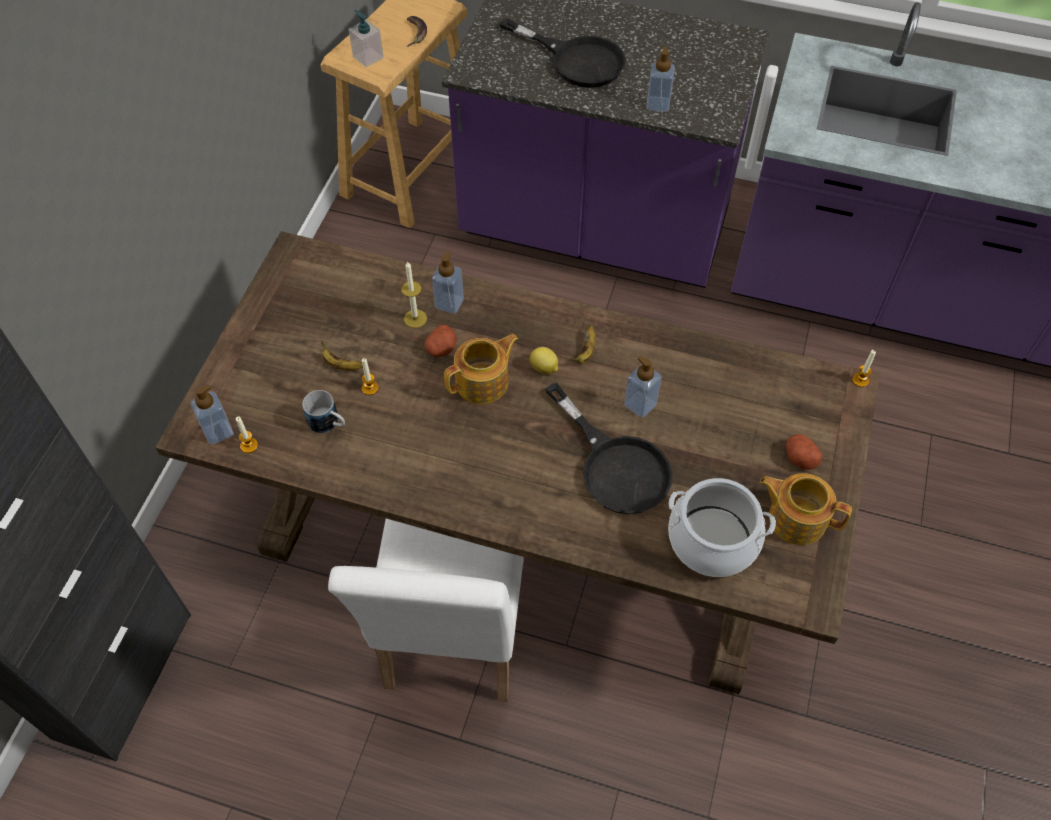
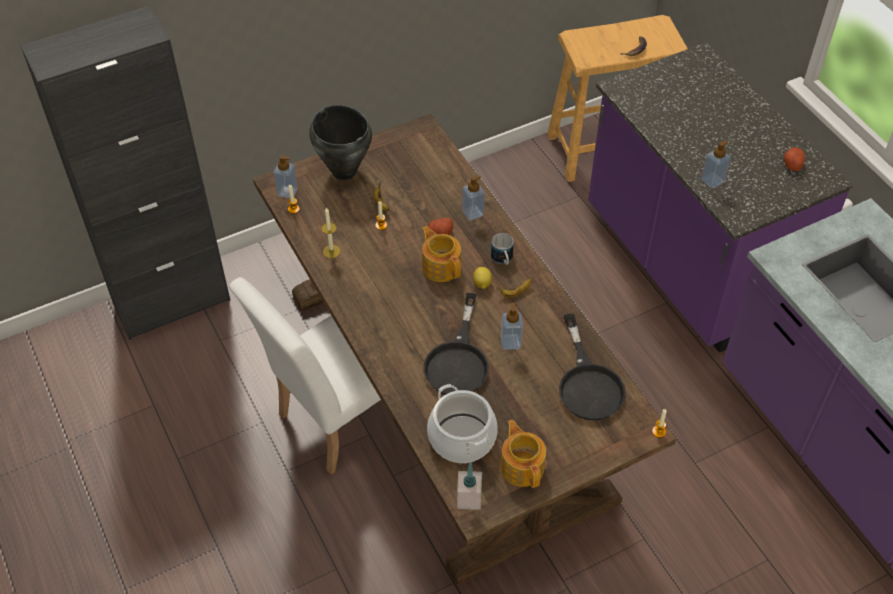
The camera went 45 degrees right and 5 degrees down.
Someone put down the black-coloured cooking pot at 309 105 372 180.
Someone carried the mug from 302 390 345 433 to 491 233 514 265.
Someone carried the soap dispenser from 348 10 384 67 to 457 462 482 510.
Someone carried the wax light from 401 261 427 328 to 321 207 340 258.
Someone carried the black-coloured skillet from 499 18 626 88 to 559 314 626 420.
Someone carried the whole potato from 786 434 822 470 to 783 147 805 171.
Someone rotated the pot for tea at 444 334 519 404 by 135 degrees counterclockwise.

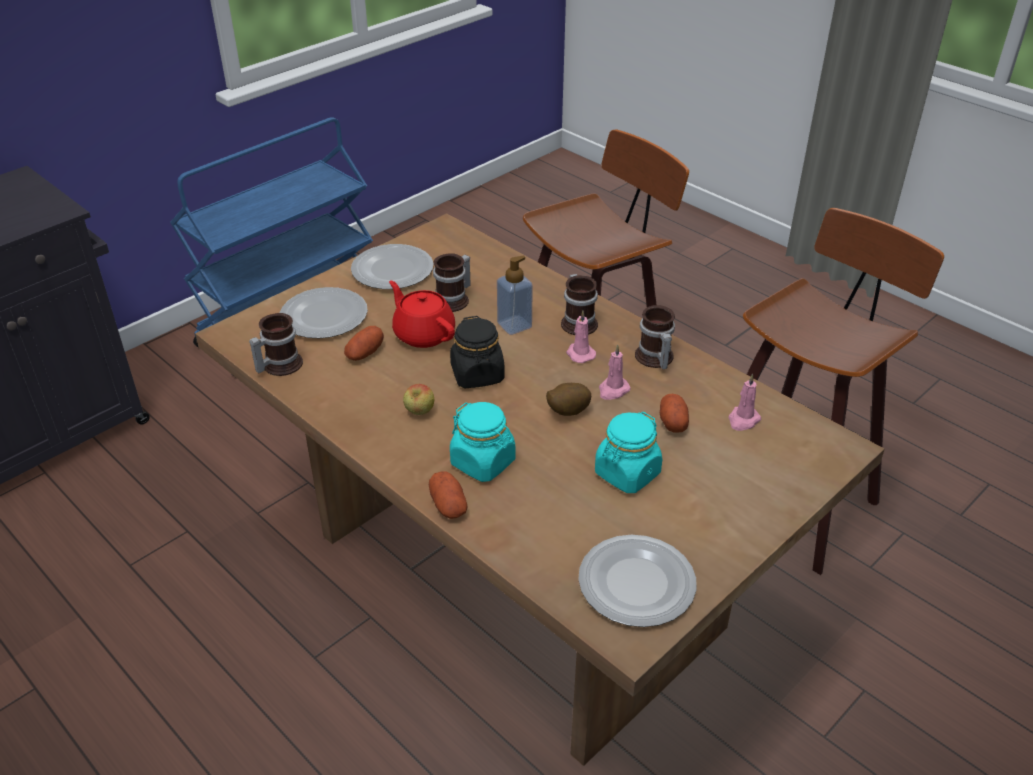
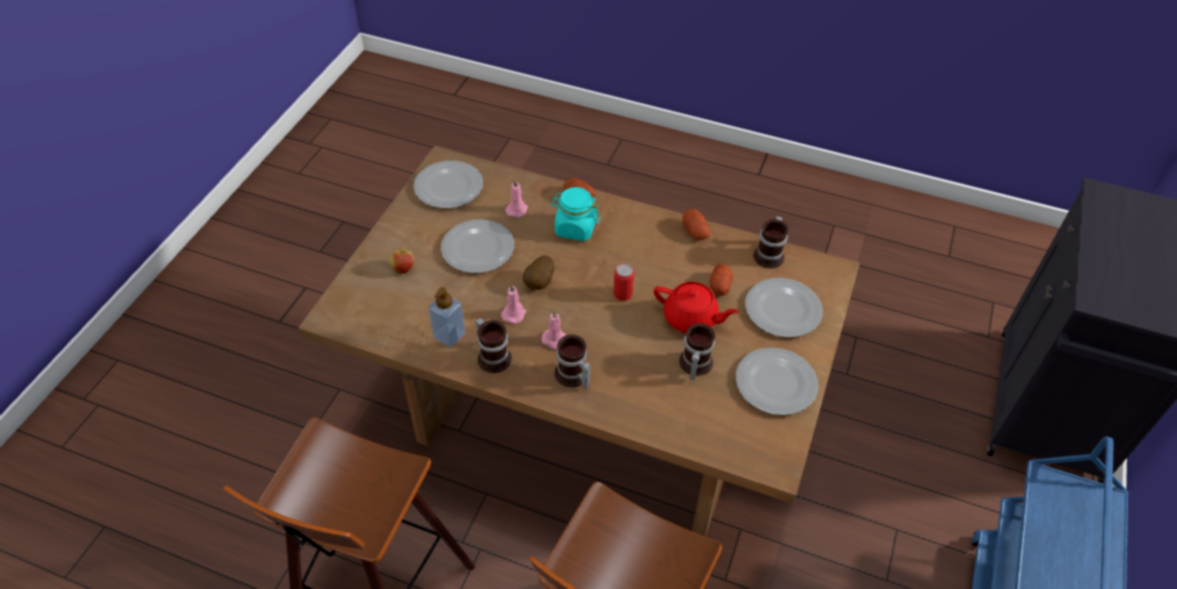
The camera went 155 degrees right and 10 degrees up.
Someone carried the whole apple from 403 384 435 415 to 390 246 414 274.
Someone carried the soap dispenser from 497 256 533 335 to 428 287 465 347.
Someone carried the whole potato from 660 394 689 433 to 683 209 710 240.
Someone carried the pinkish wax light from 728 374 761 431 to 505 179 528 218.
Someone swapped the black-coloured preserve jar at 450 316 505 388 for the metal can at 613 263 634 301.
Someone swapped the turquoise preserve jar at 595 412 662 493 for the dinner plate at 441 220 514 273.

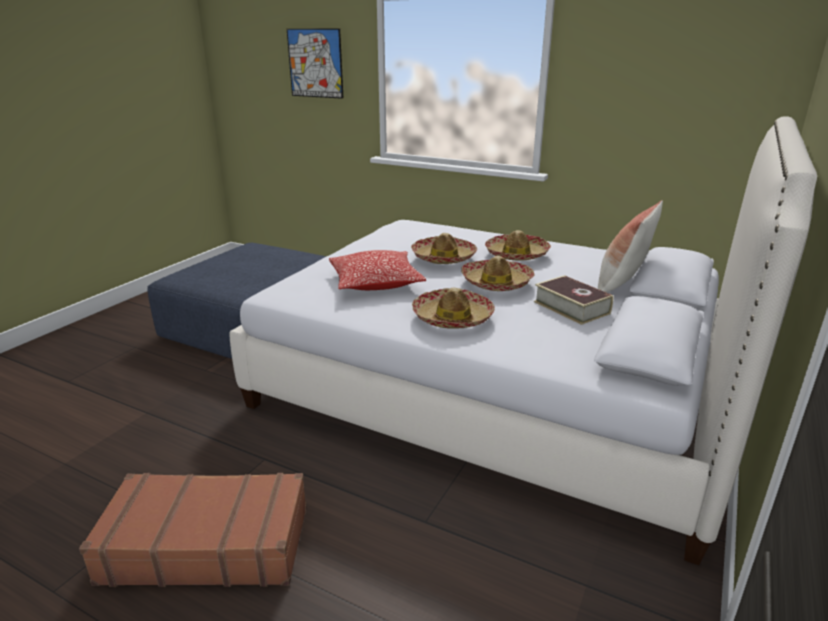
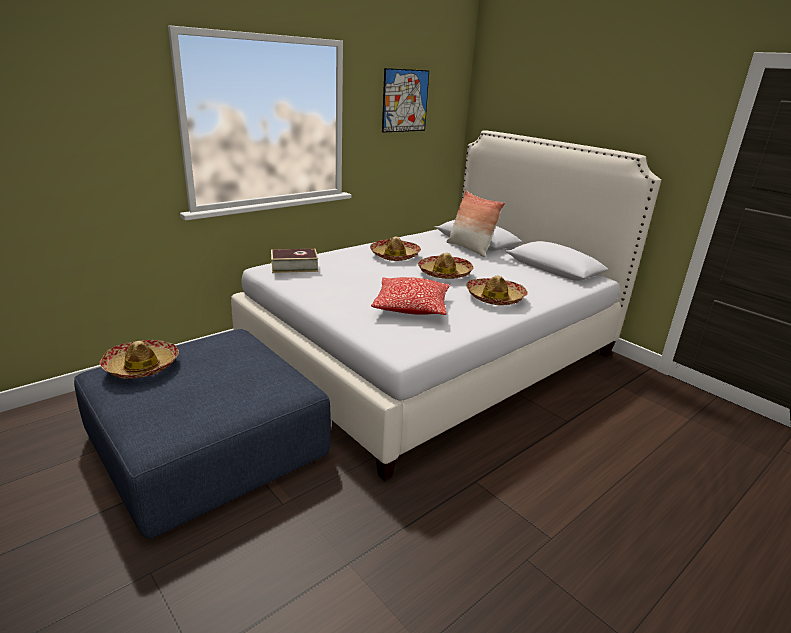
The camera went 70 degrees left and 0 degrees up.
Someone took away the brown-coloured piece of luggage at 79 473 307 587.
Someone carried the wall picture from 287 29 343 99 to 382 68 429 132.
Someone carried the clothing hat from 411 233 477 264 to 100 340 179 379.
Someone carried the bound book from 534 275 614 325 to 271 249 318 273.

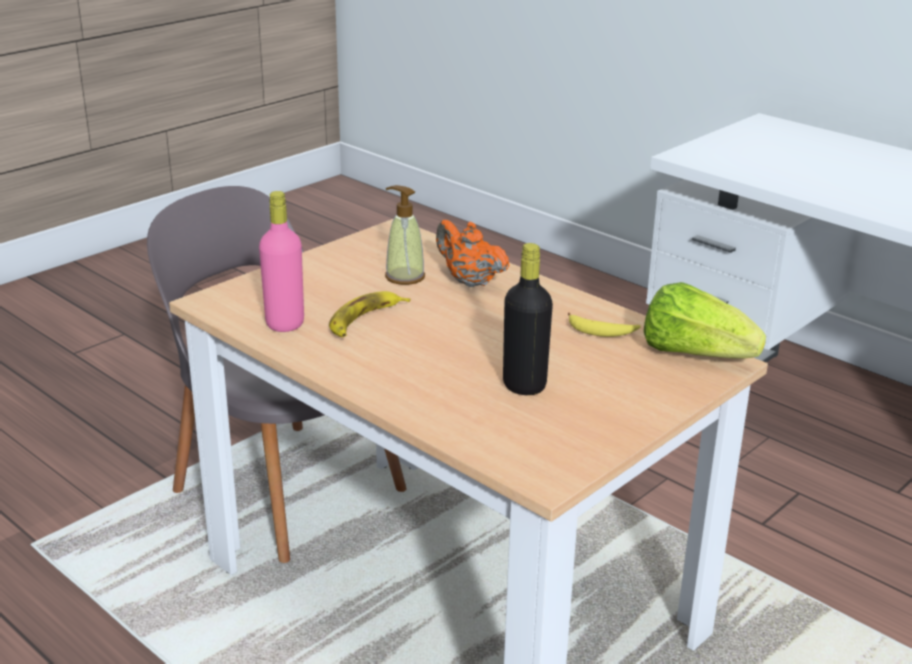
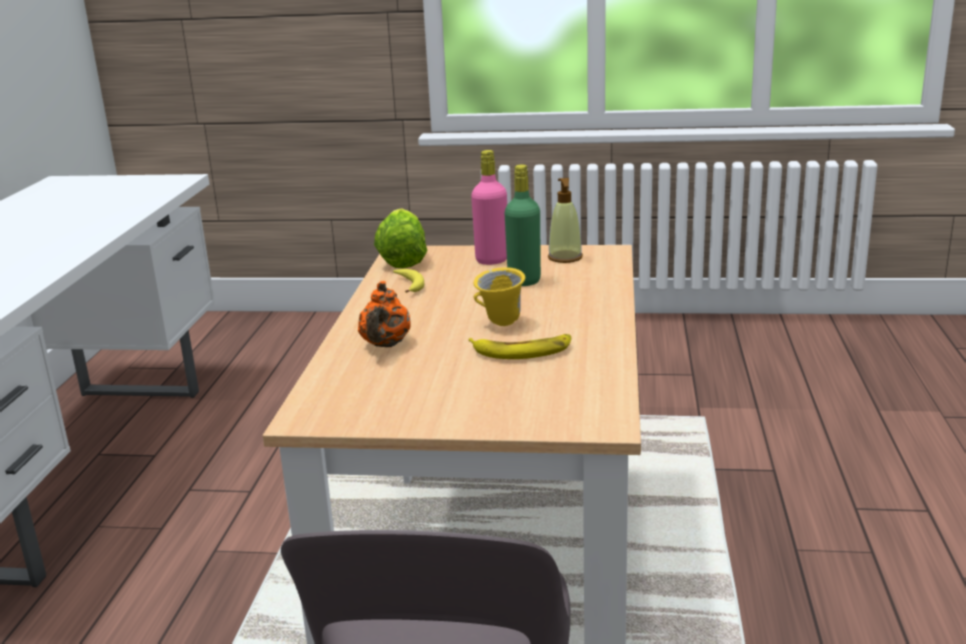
The camera went 125 degrees left and 5 degrees down.
Someone put down the yellow mug at 474 267 525 326.
Someone carried the pinkish beverage bottle from 259 191 304 332 to 471 150 507 265.
Someone carried the soap dispenser from 385 185 425 285 to 548 178 583 263.
Someone repainted the black-coloured beverage bottle at 503 243 553 395, which became the green-coloured beverage bottle at 505 164 541 286.

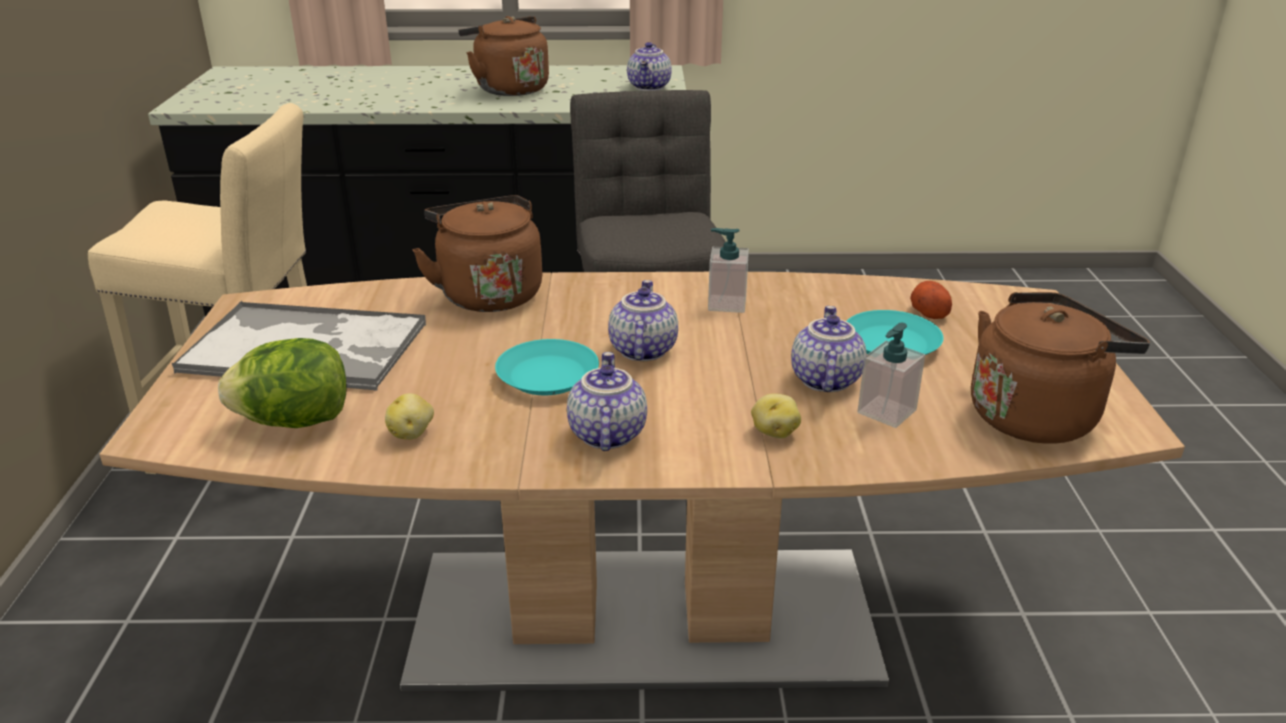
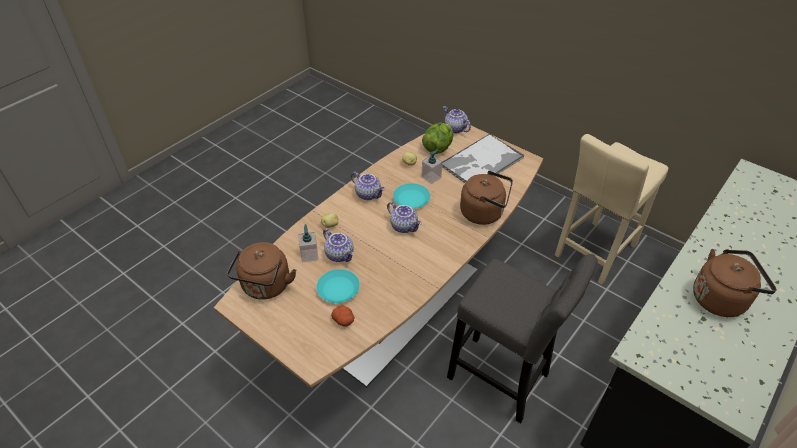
The camera went 130 degrees right and 15 degrees up.
Someone carried the pot for tea from 627 42 672 91 to 443 106 471 133.
Someone carried the soap dispenser from 708 228 749 313 to 422 149 443 184.

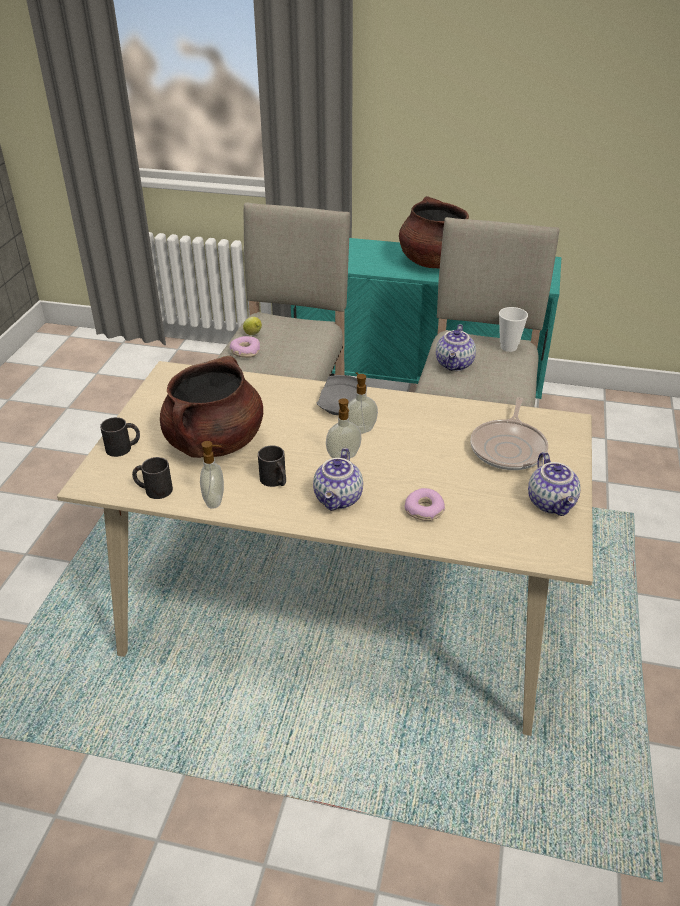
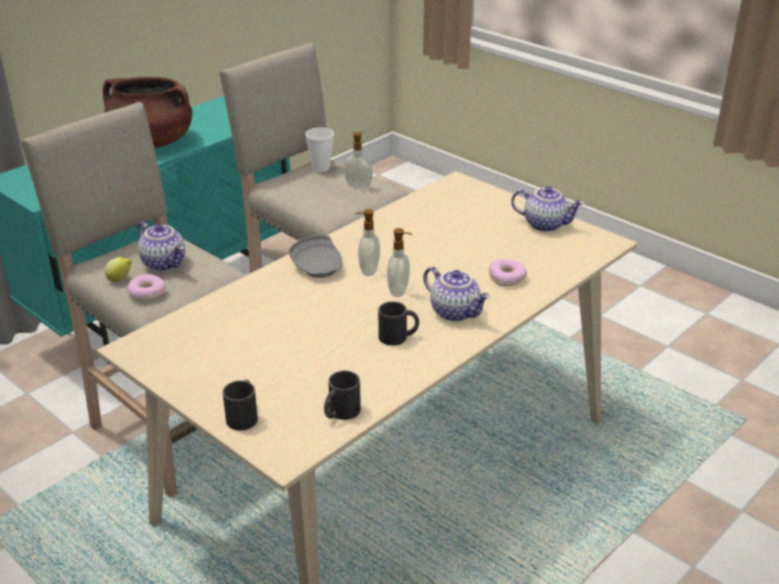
The camera went 60 degrees left and 5 degrees down.
Someone took away the brown-coloured cooking pot at 160 356 263 458.
Someone took away the skillet at 470 397 548 470.
Someone carried the soap dispenser from 200 441 224 509 to 344 132 373 190.
Someone carried the pot for tea from 436 324 476 371 to 138 222 185 271.

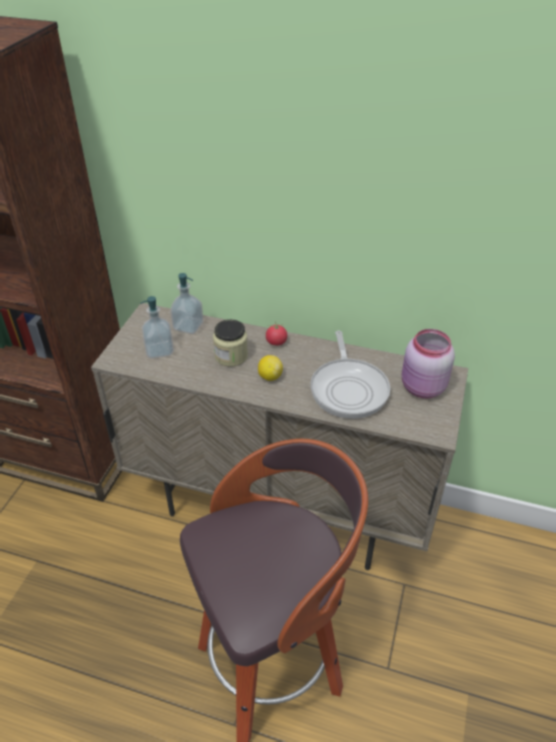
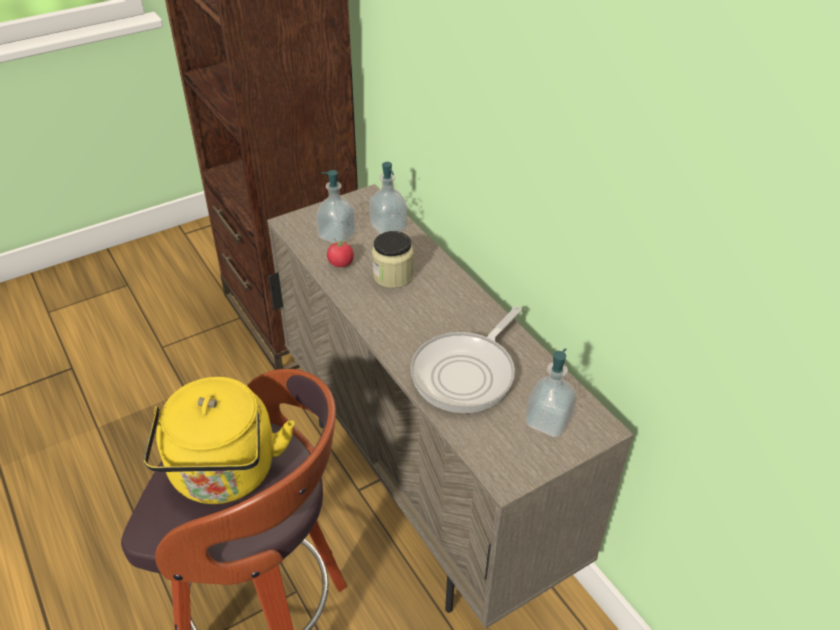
The camera went 40 degrees right and 0 degrees up.
Someone took away the lemon at 258 355 283 381.
Someone put down the yellow tea kettle at 143 377 294 504.
Someone carried the fresh tomato from 266 321 287 346 to 327 238 354 267.
Someone swapped the pinkish preserve jar at 402 329 455 398 for the soap dispenser at 525 348 577 438.

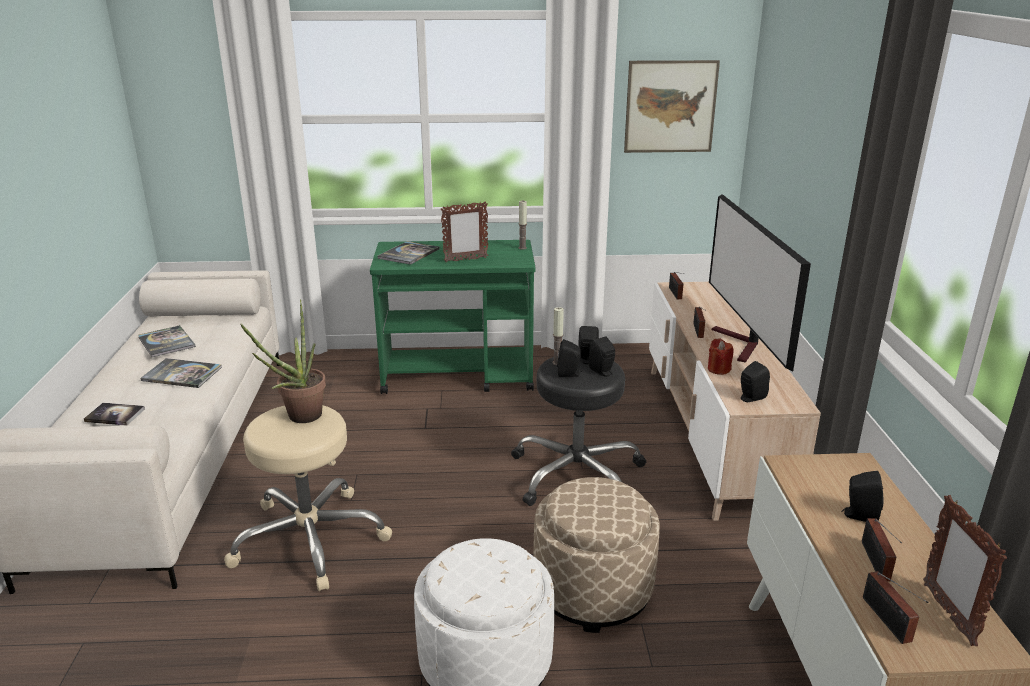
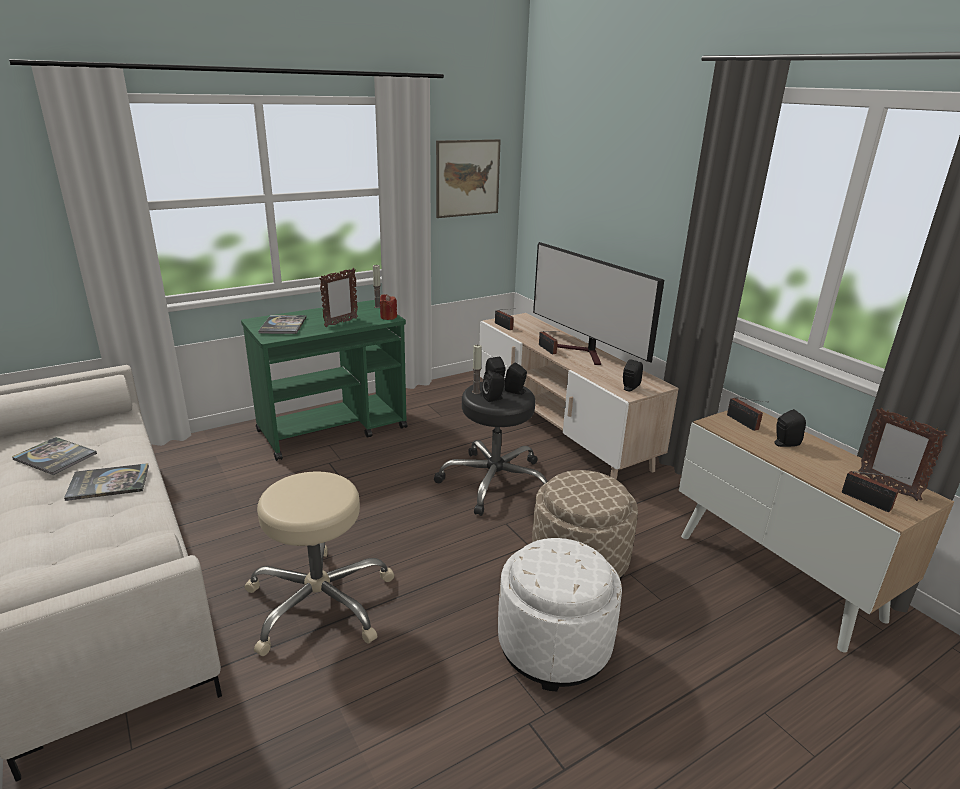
The camera went 30 degrees left and 0 degrees up.
Someone took away the bound book at 84 403 145 426.
Someone took away the potted plant at 241 299 326 423.
Someone carried the reddish wax light from 708 338 734 375 to 380 294 397 320.
Someone carried the radio from 862 518 902 581 to 727 398 768 431.

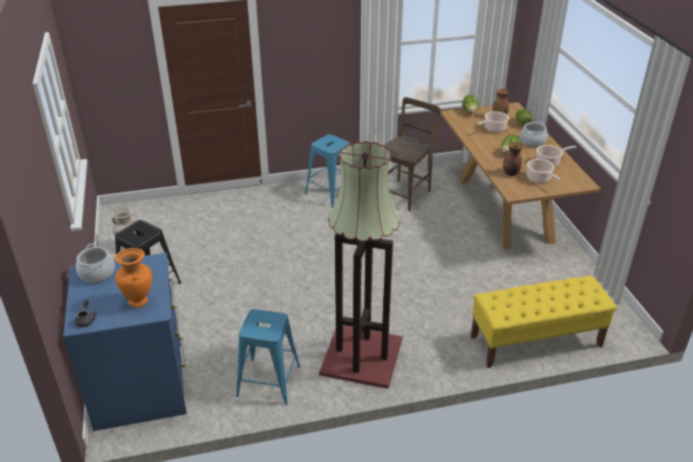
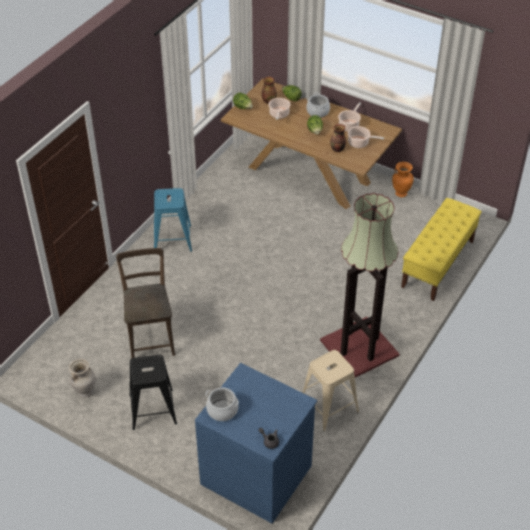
The camera went 45 degrees left and 10 degrees up.
Someone carried the orangey decorative vase from 115 248 152 308 to 392 162 414 197.
Someone carried the brown-coloured plain chair from 384 97 441 211 to 116 248 175 359.
Someone repainted the blue stool at 236 309 300 405, which became the beige stool at 302 350 359 431.

